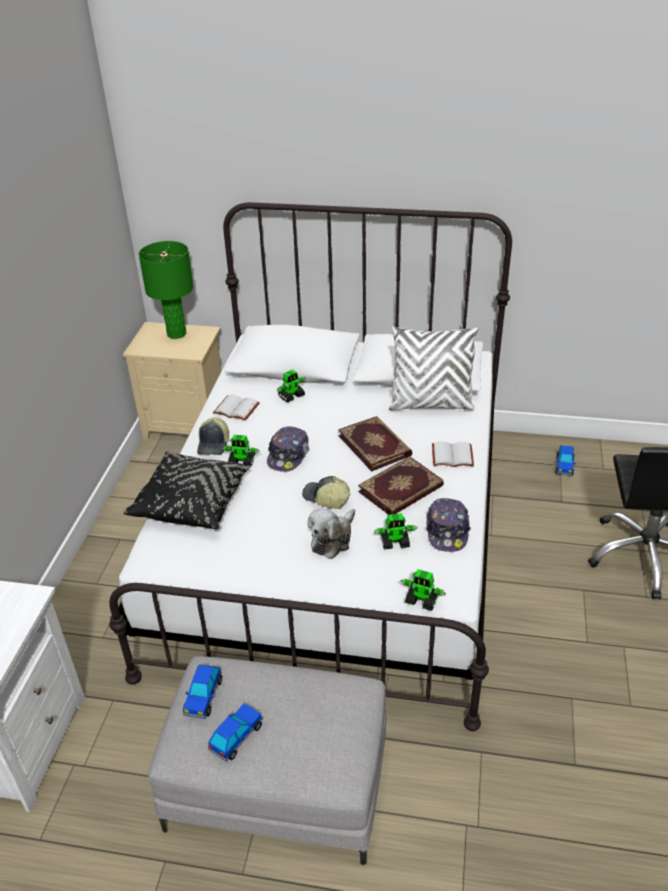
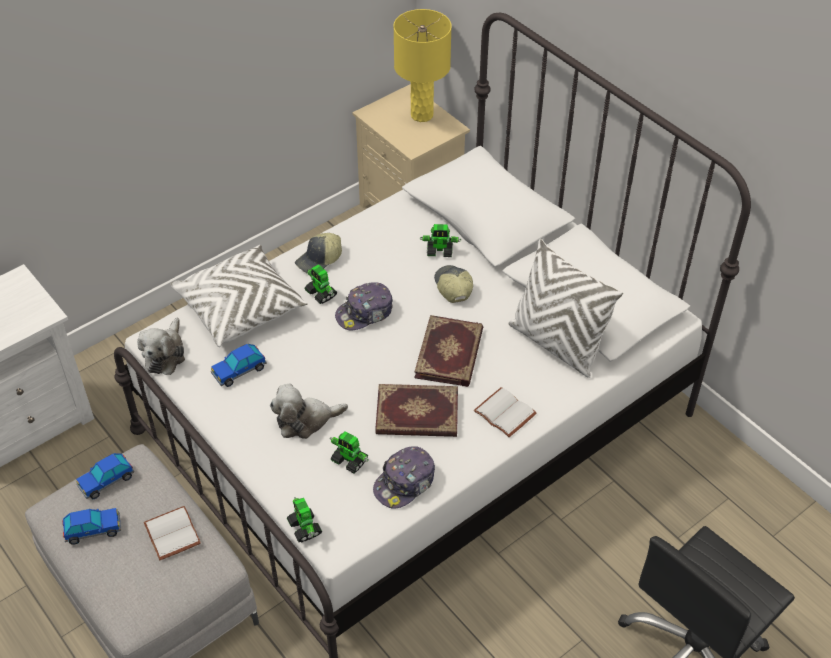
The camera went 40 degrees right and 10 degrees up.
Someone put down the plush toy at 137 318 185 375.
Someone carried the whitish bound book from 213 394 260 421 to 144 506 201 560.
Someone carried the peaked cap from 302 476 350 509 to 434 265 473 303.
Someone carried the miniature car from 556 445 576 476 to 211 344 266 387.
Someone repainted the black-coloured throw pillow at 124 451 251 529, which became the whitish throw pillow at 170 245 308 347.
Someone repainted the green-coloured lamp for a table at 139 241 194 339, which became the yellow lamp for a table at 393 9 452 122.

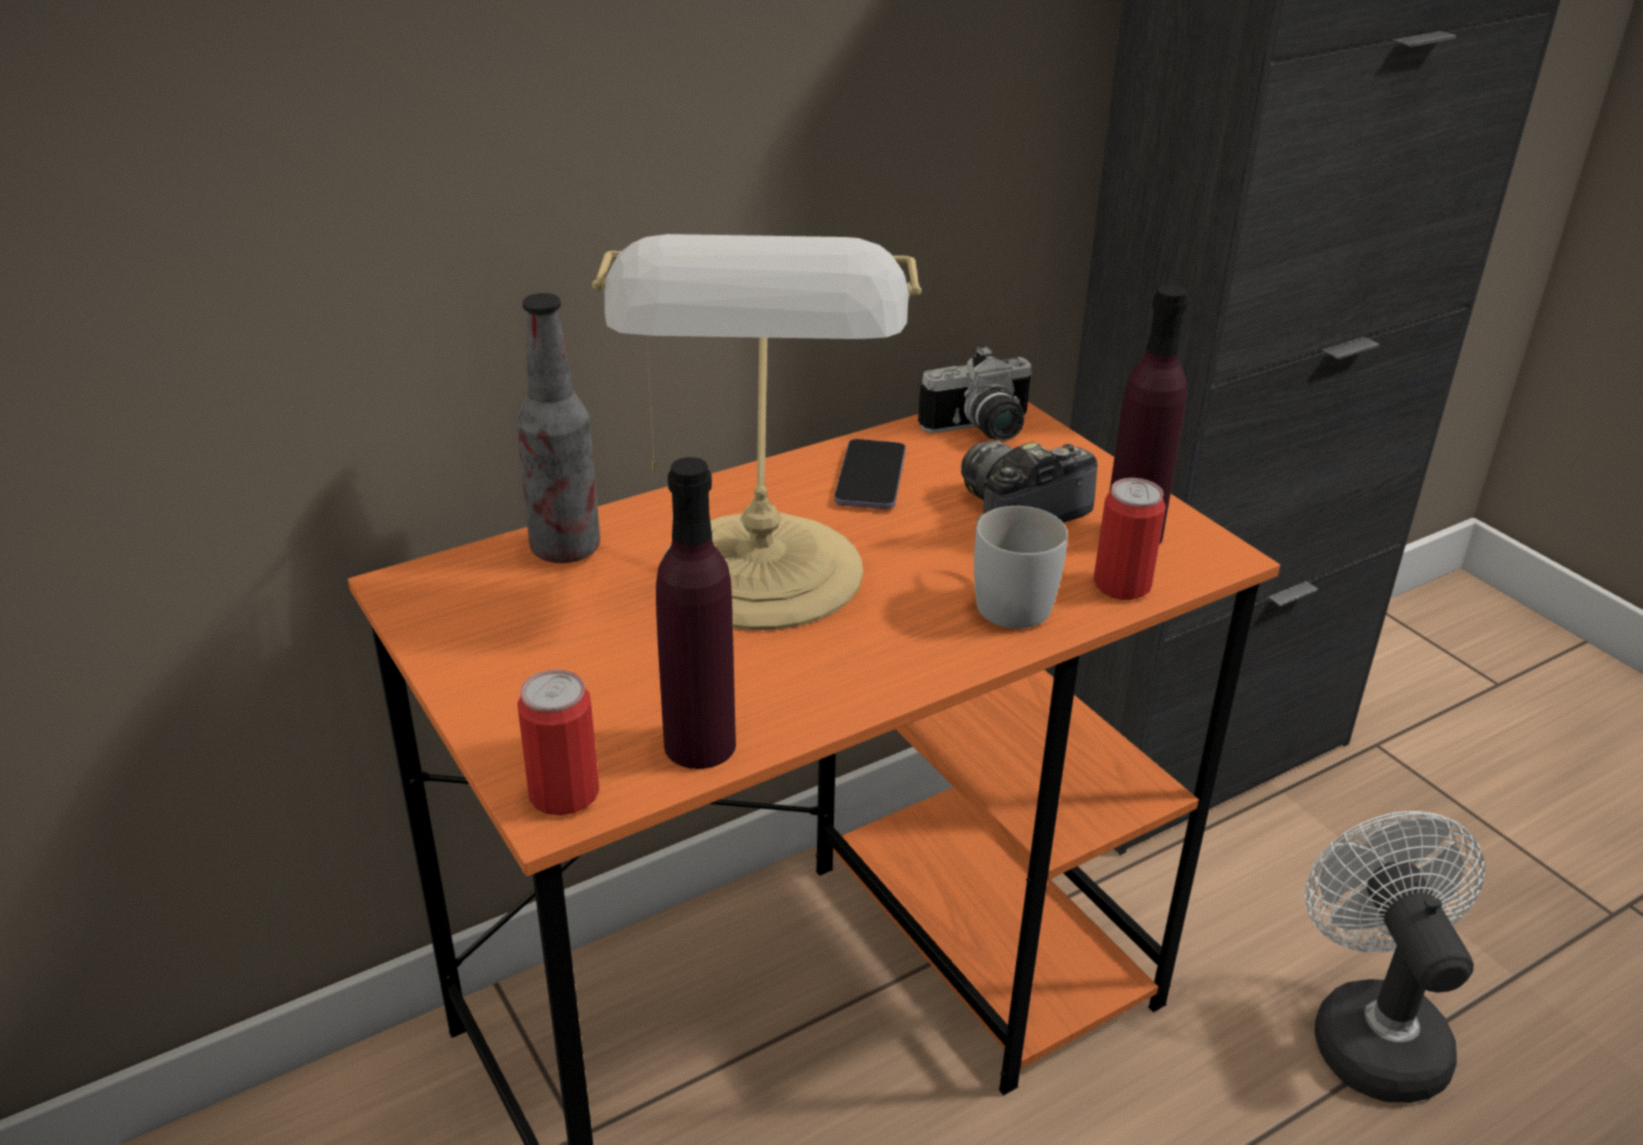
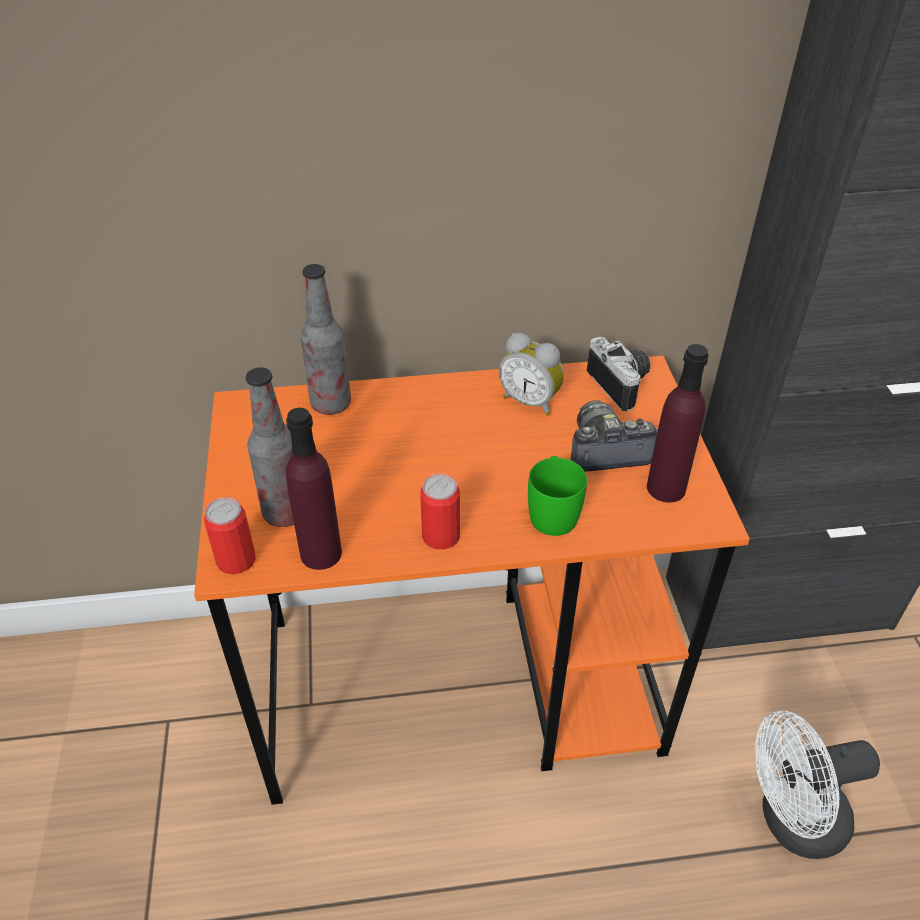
The camera went 25 degrees right and 10 degrees up.
Someone took away the lamp for a table at 592 234 922 630.
Someone put down the beverage bottle at 246 367 294 527.
Someone carried the metal can from 1094 478 1166 600 to 420 474 460 549.
Someone swapped the handset at 834 439 906 509 for the alarm clock at 499 333 564 416.
Someone repainted the whitish mug at 974 506 1068 629, which became the green-coloured mug at 528 456 587 536.
Someone rotated the still camera at 918 346 1032 441 by 120 degrees counterclockwise.
Someone rotated the whitish cooling fan at 1305 811 1485 1103 by 120 degrees counterclockwise.

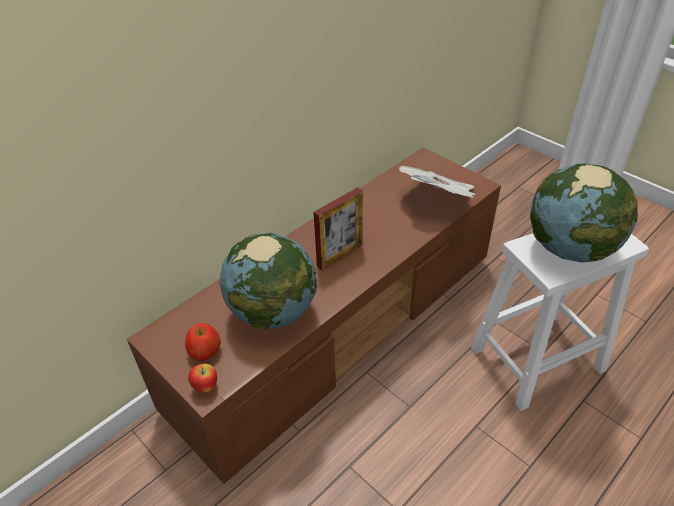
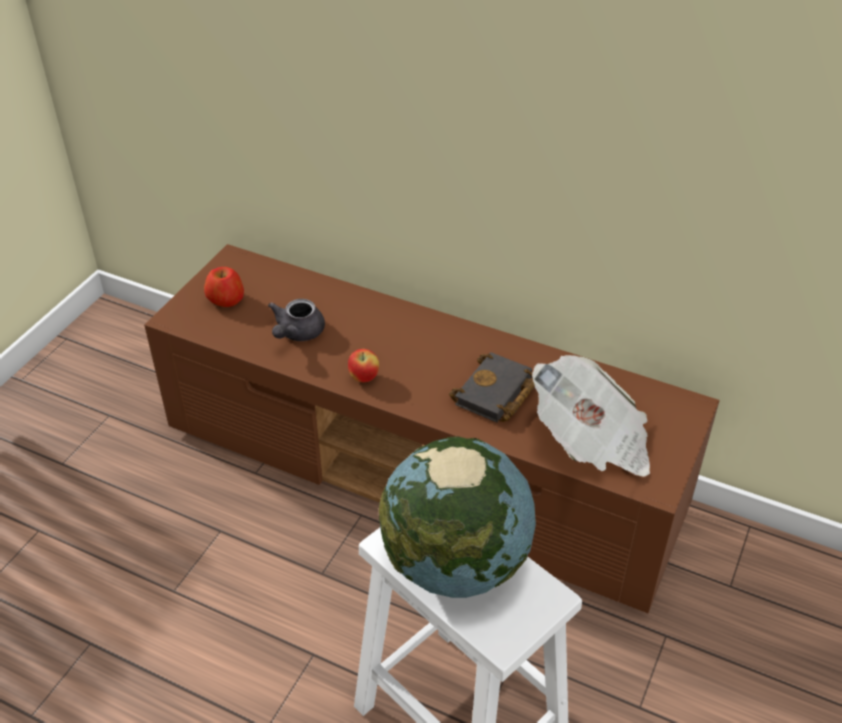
The camera went 70 degrees right and 0 degrees up.
Someone took away the standing frame at 314 187 363 270.
Someone put down the black-coloured bound book at 449 352 535 423.
Someone carried the whole apple from 188 363 217 393 to 348 349 379 382.
Someone swapped the world globe at 219 233 317 329 for the grey pot for tea at 268 299 325 341.

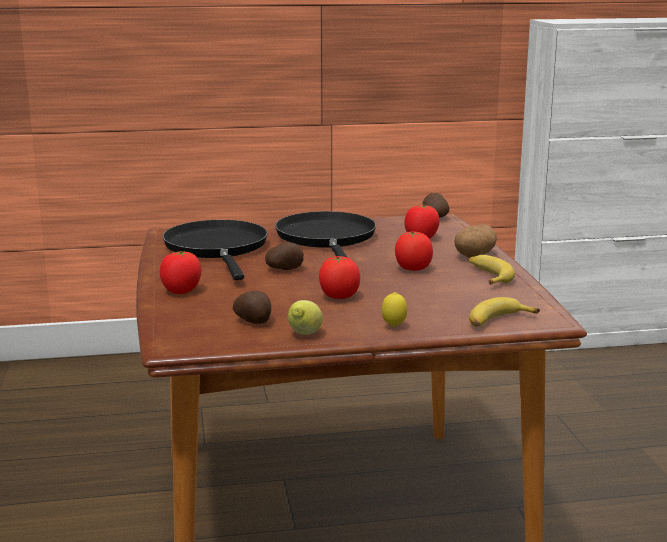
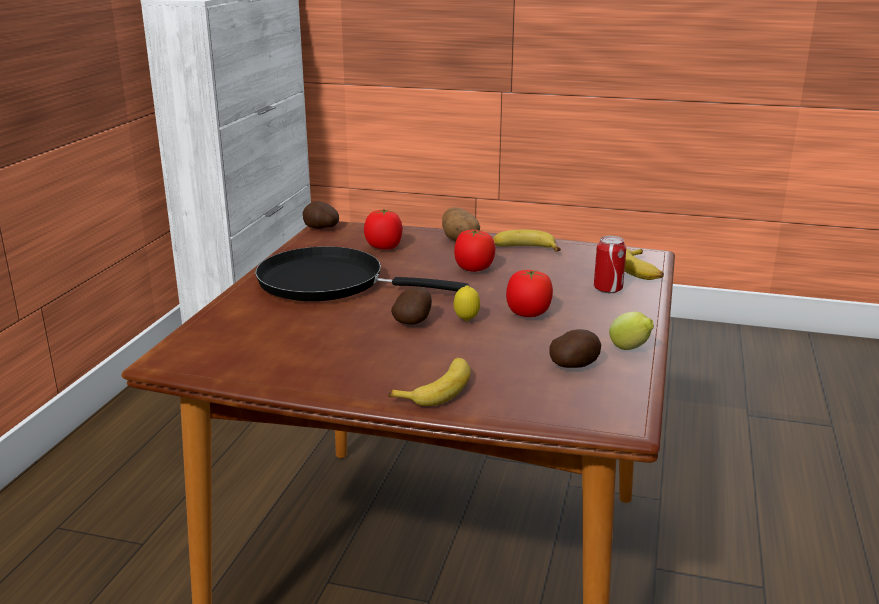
The camera went 65 degrees left and 5 degrees up.
Someone took away the black-coloured skillet at 163 220 268 280.
Someone put down the metal can at 594 236 626 293.
Someone carried the lemon from 382 292 407 327 to 454 286 480 321.
Someone swapped the fresh tomato at 160 251 201 294 for the banana at 388 357 471 406.

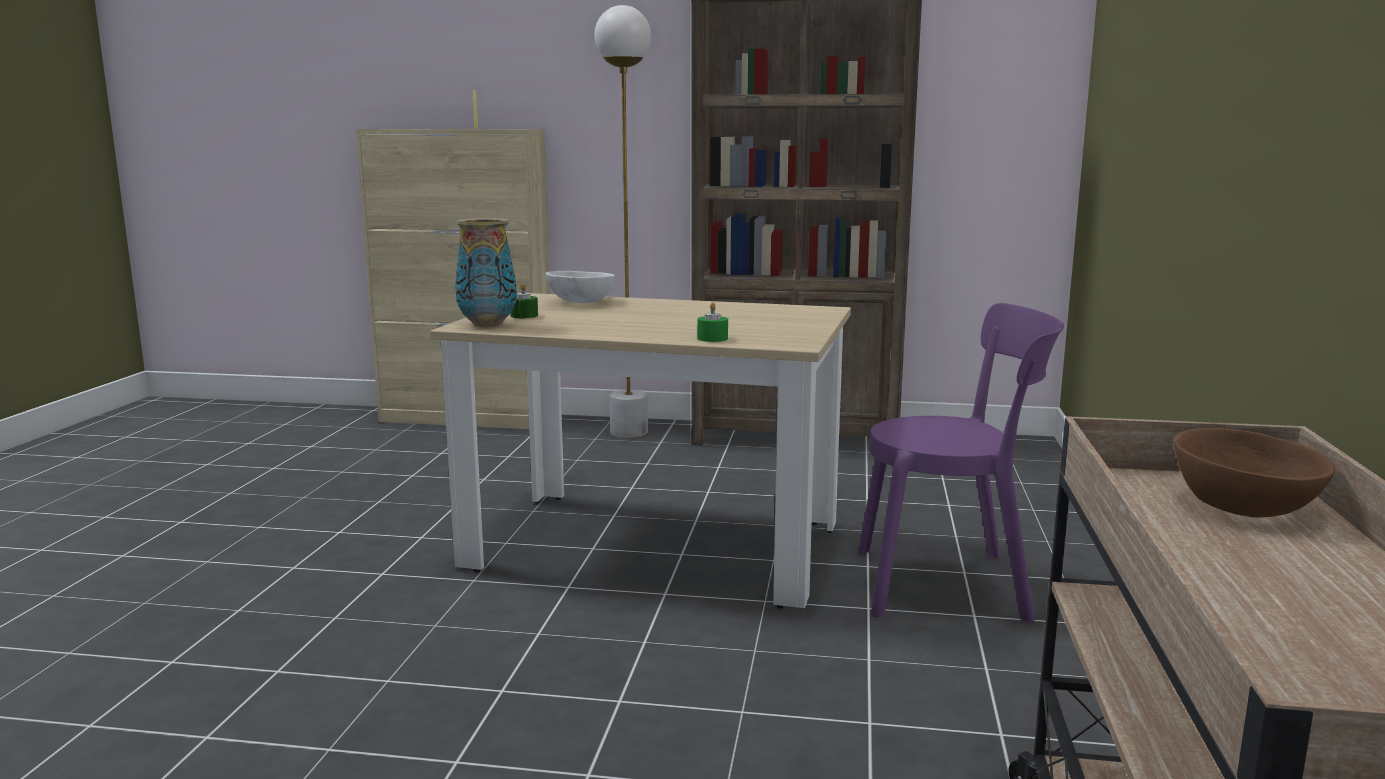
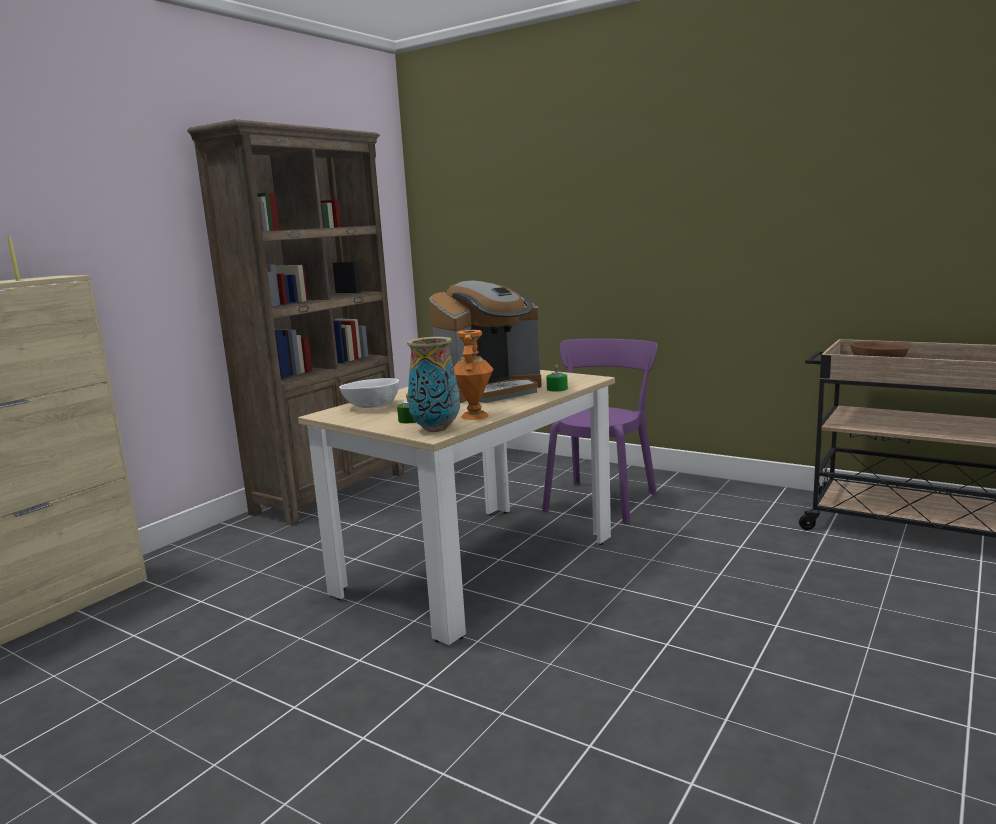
The camera went 65 degrees left and 0 degrees up.
Someone took away the whitish standing lamp at 595 5 651 438.
Someone put down the coffee maker at 430 281 542 403.
Someone put down the orangey decorative vase at 454 330 494 420.

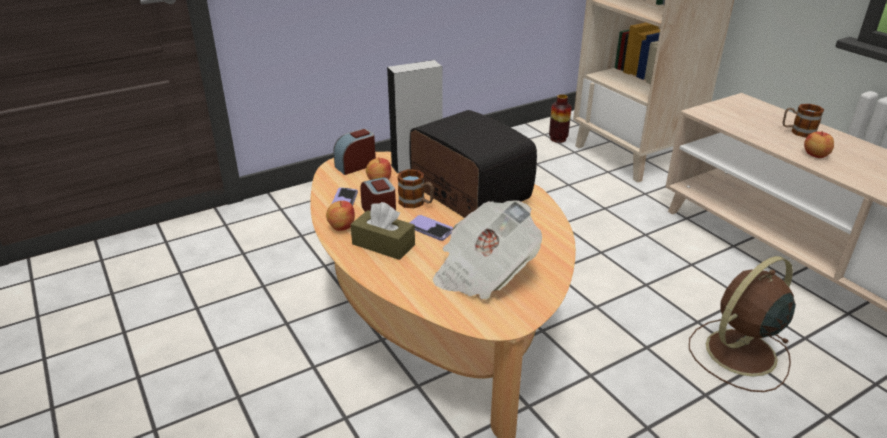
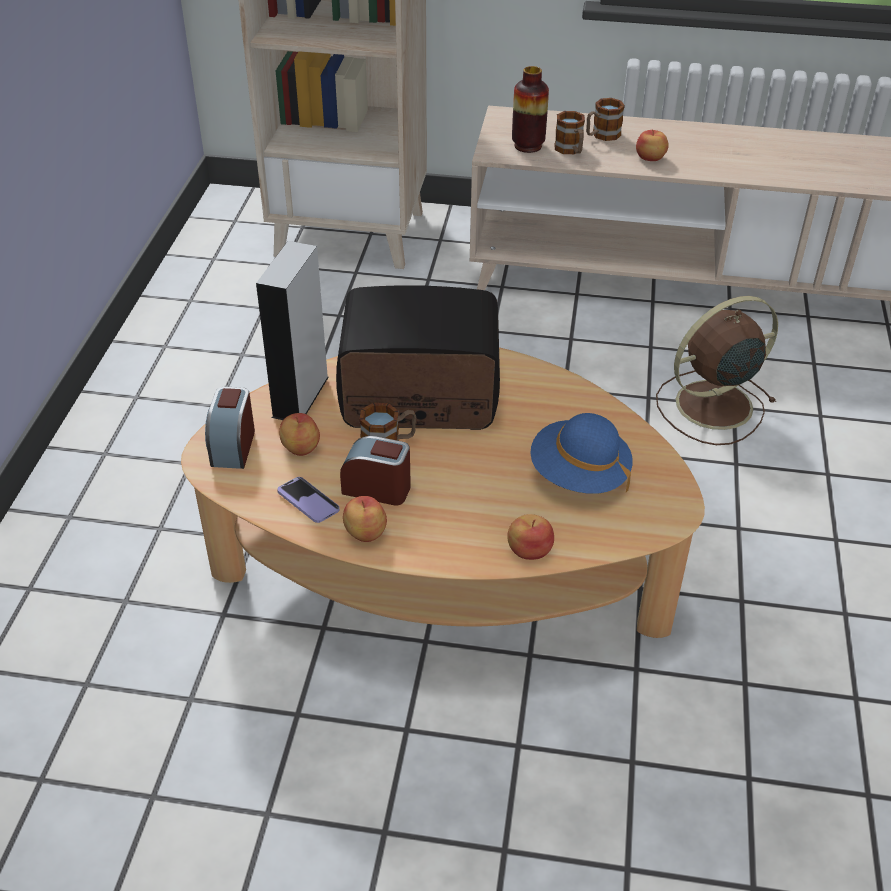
The camera went 50 degrees left and 10 degrees up.
Someone took away the brown-coloured tissue box at 351 202 415 260.
Someone took away the handset at 410 215 453 241.
Someone put down the whole apple at 507 514 554 560.
Someone put down the mug at 554 111 585 154.
Someone carried the decorative vase from 549 94 571 143 to 512 66 549 153.
Someone swapped the daily paper at 433 200 542 299 for the blue clothing hat at 530 413 633 494.
Someone rotated the brown-coloured cooling fan at 689 256 796 392 by 60 degrees clockwise.

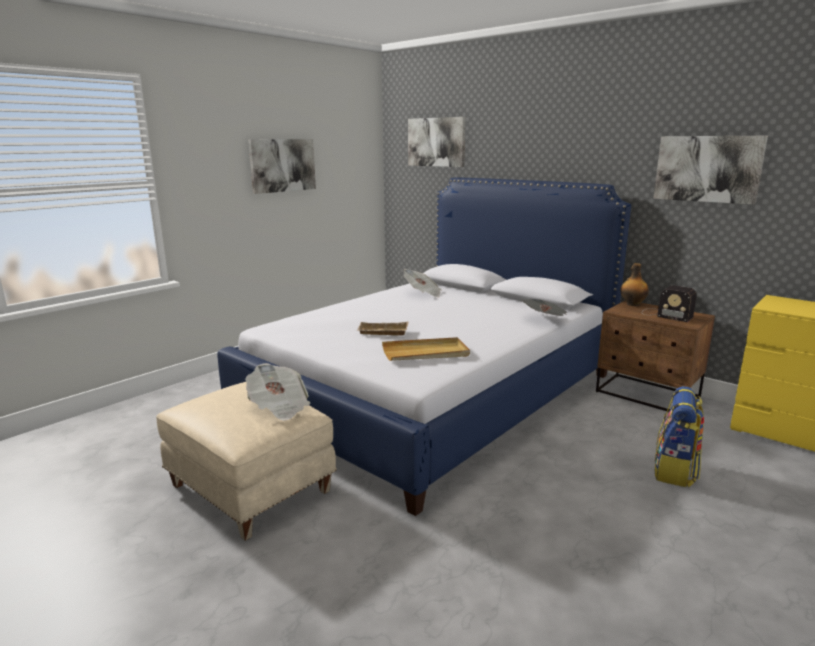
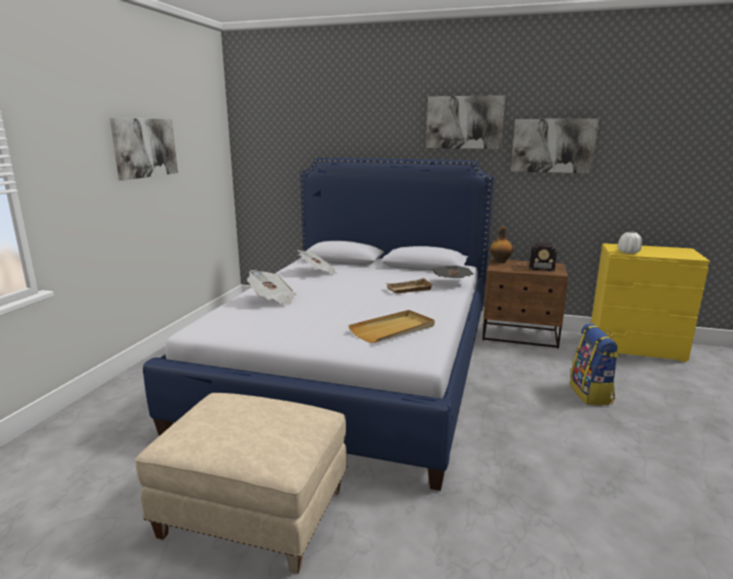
The camera went 25 degrees left and 0 degrees up.
Someone put down the whitish decorative vase at 618 232 642 254.
Someone carried the daily paper from 245 363 311 421 to 247 270 296 305.
Someone carried the beige serving tray from 357 322 409 336 to 386 278 434 293.
Someone carried the wall picture from 408 117 465 167 to 426 95 505 149.

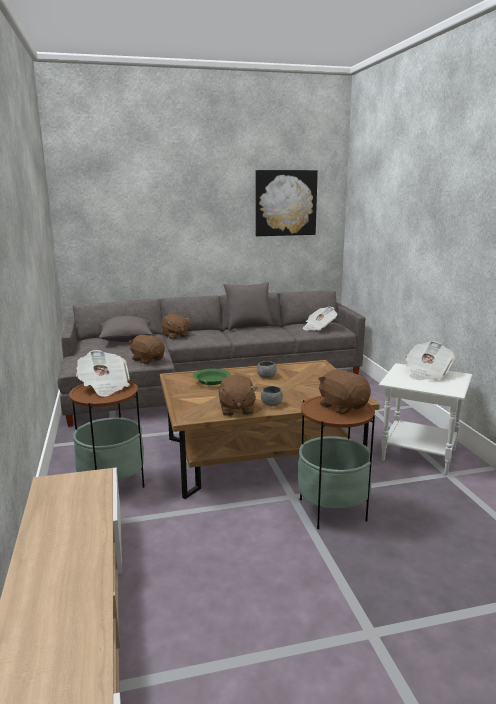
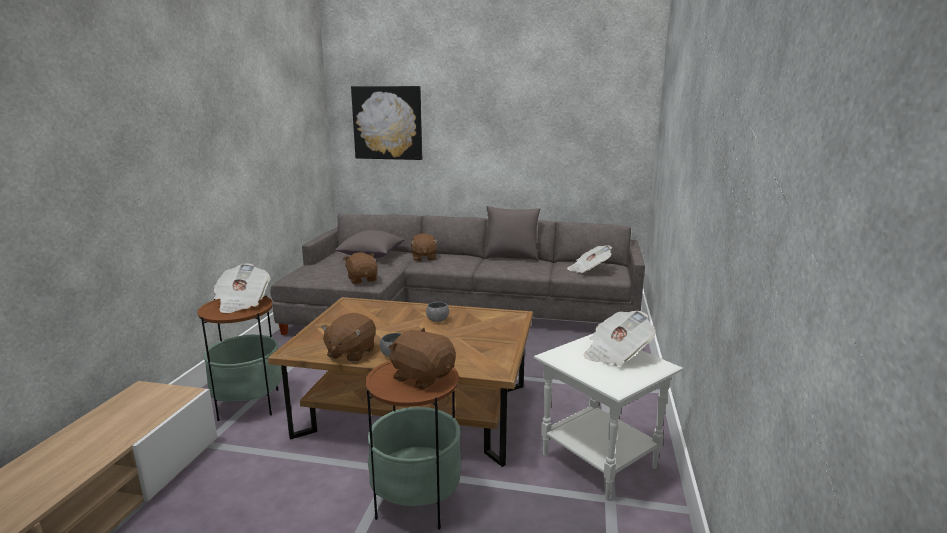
The camera went 25 degrees right and 0 degrees up.
Someone took away the green-coloured bowl at 193 369 231 385.
Someone carried the wall picture from 256 170 318 236 to 351 86 422 160.
Someone rotated the brown-coloured plush toy at 318 369 371 414 by 45 degrees counterclockwise.

